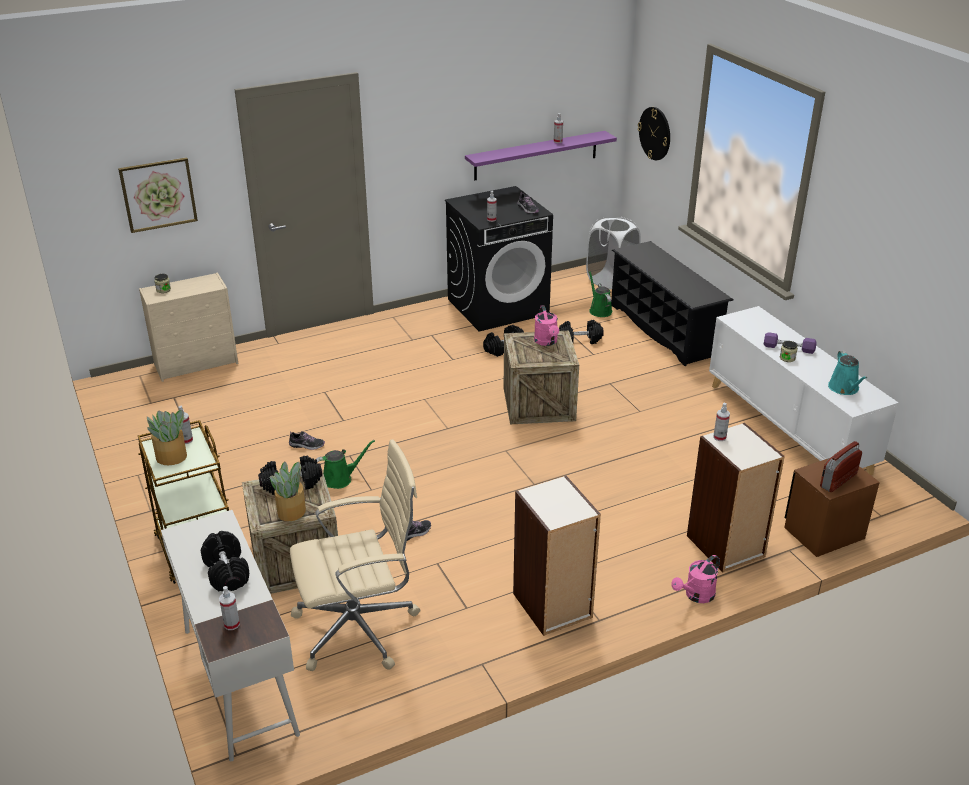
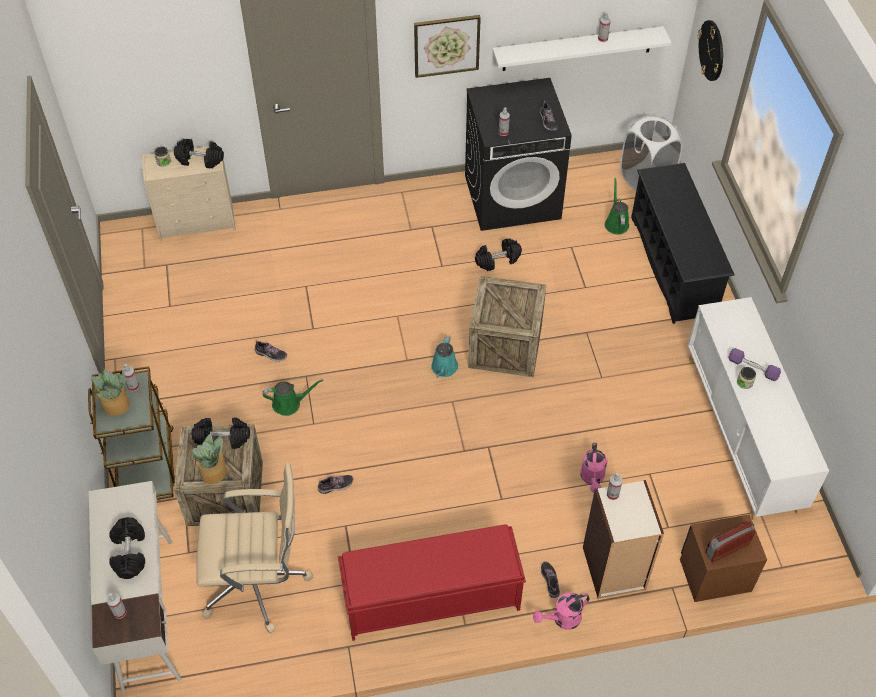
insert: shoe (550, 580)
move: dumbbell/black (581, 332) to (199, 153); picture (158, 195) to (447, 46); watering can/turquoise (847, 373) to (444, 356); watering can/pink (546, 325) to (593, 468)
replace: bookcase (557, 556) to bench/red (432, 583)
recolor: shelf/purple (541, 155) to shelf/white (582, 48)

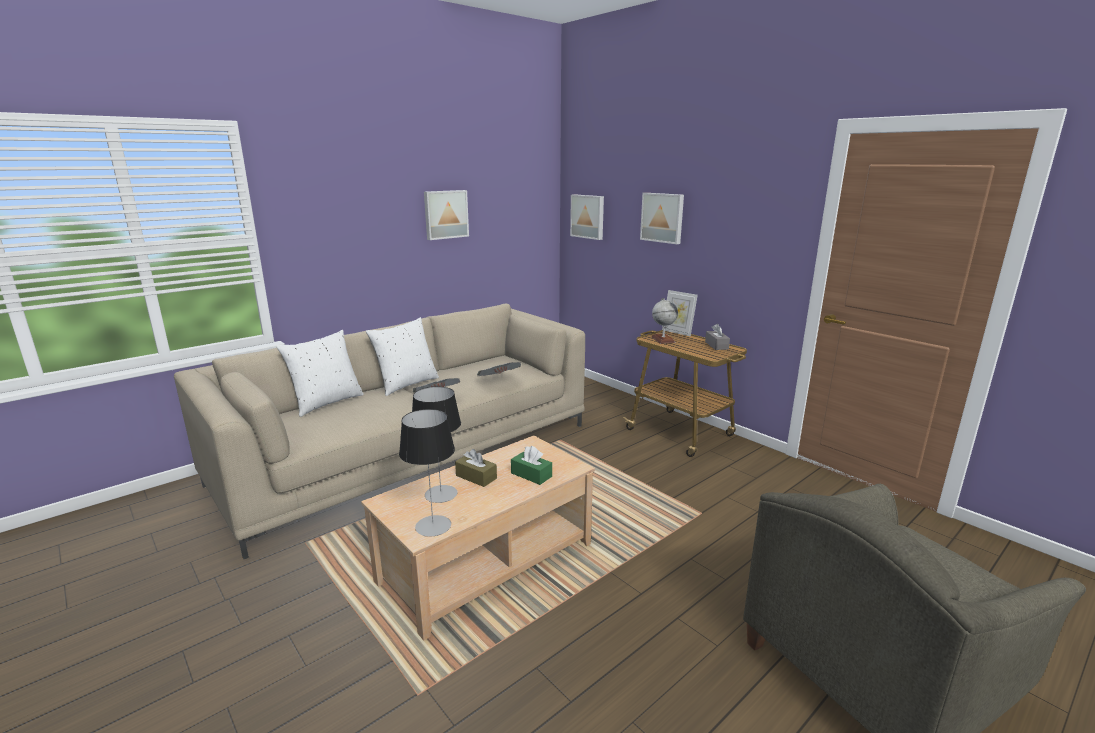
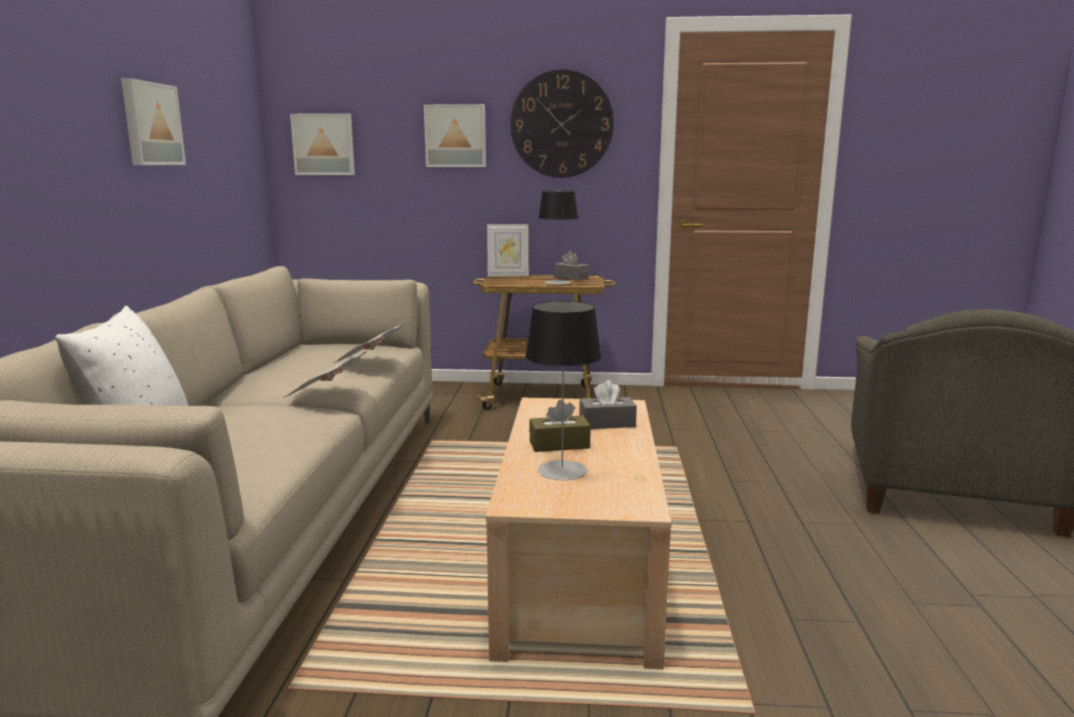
delete: pillow/white (402, 356); globe (665, 321)
insert: wall clock (562, 123)
move: table lamp (427, 472) to (558, 237)
recolor: tissue box/green (531, 465) to tissue box/grey (608, 404)

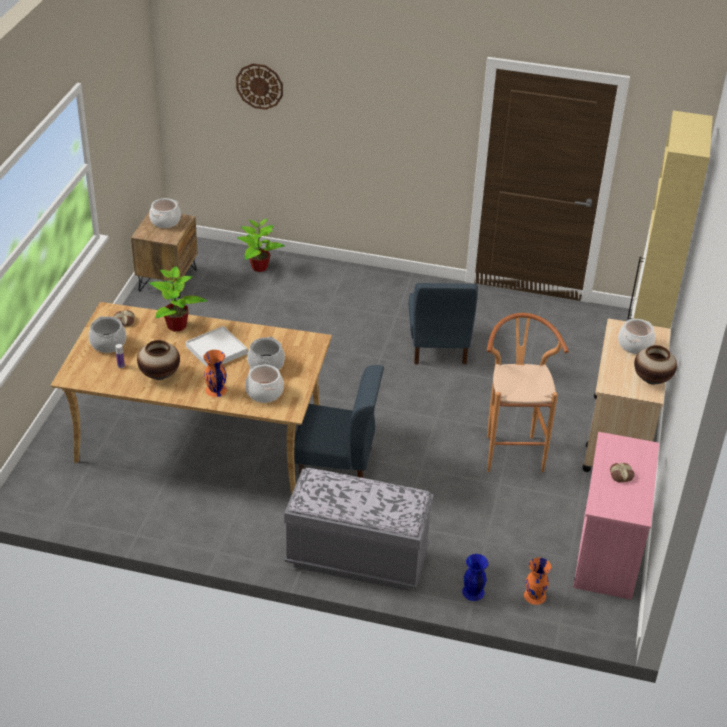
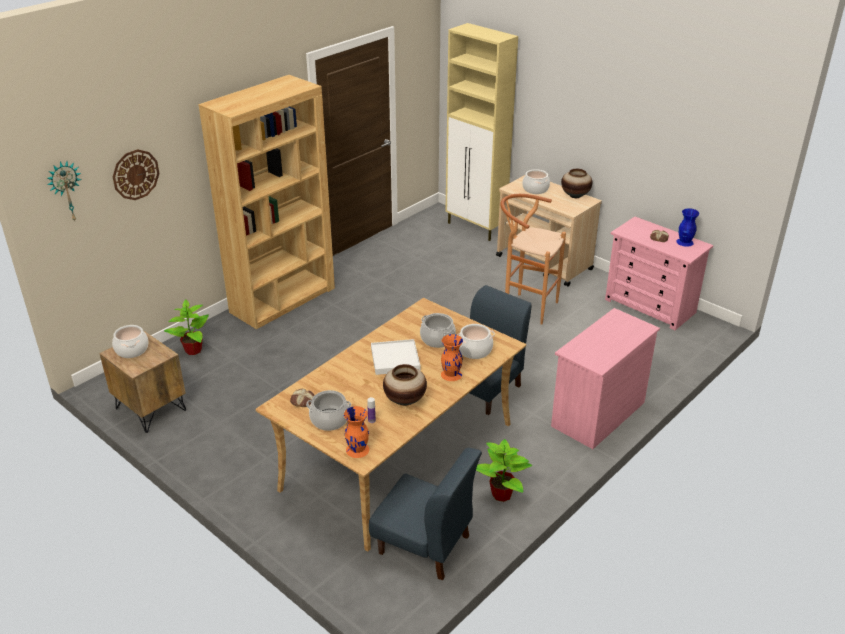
insert: wall clock (64, 191); bookcase/brown (266, 202)
move: vase/orange (537, 581) to (356, 432); chair/blue (443, 323) to (425, 514); potted plant (178, 299) to (504, 470); vase/blue (475, 577) to (687, 227)
replace: bench/grey (359, 529) to dresser/pink (605, 378)

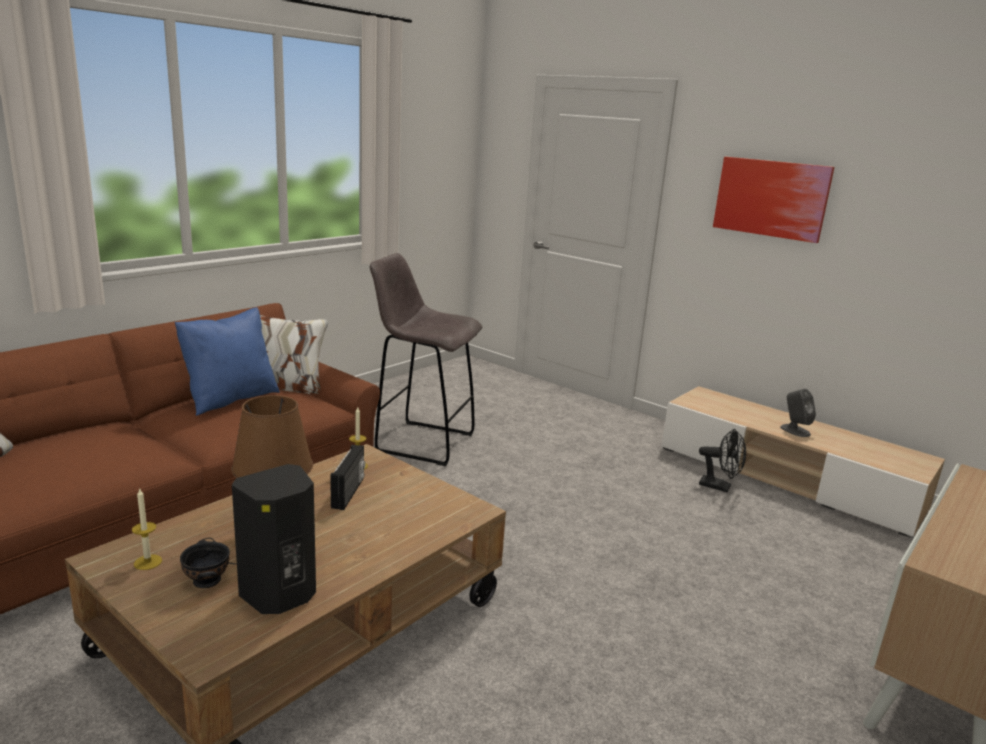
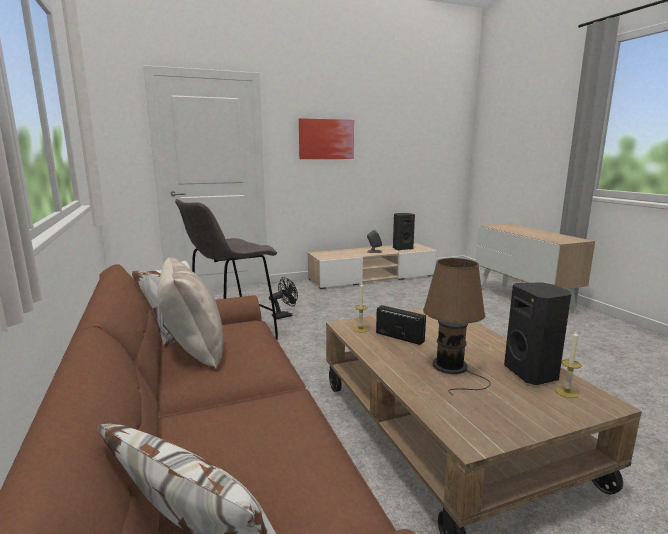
delete: bowl/black (205, 564)
insert: speaker/black (404, 231)
move: fan/black (722, 460) to (283, 298); candle (147, 529) to (568, 364)
recolor: pillow/blue (227, 361) to pillow/beige (191, 313)

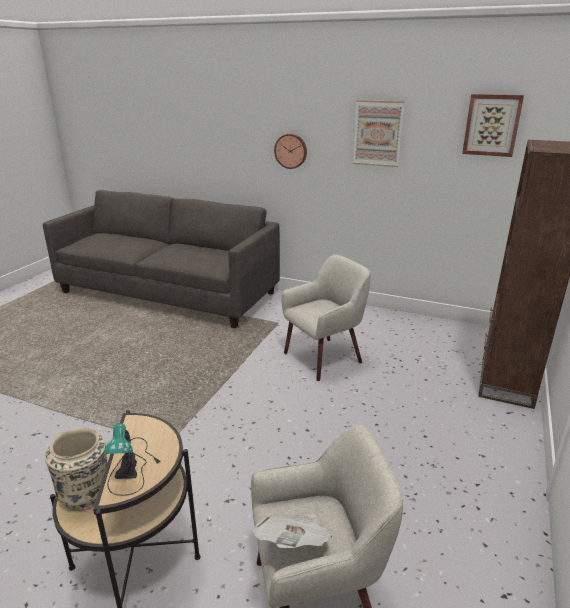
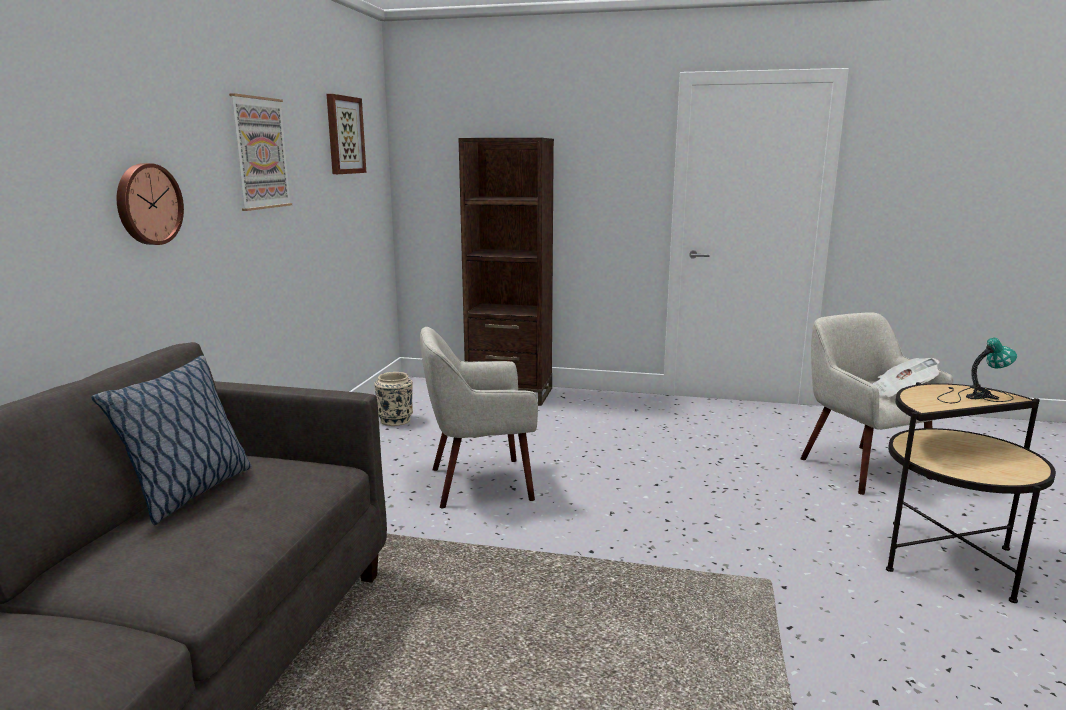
insert: pillow (171, 440)
move: vase/beige (76, 469) to (393, 399)
rotate: armchair/beige (326, 318) = (479, 417) 60 degrees counterclockwise

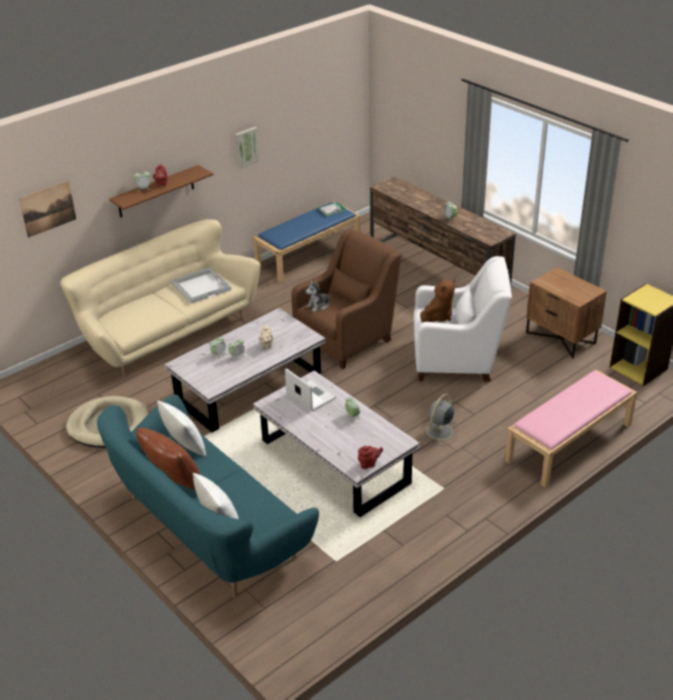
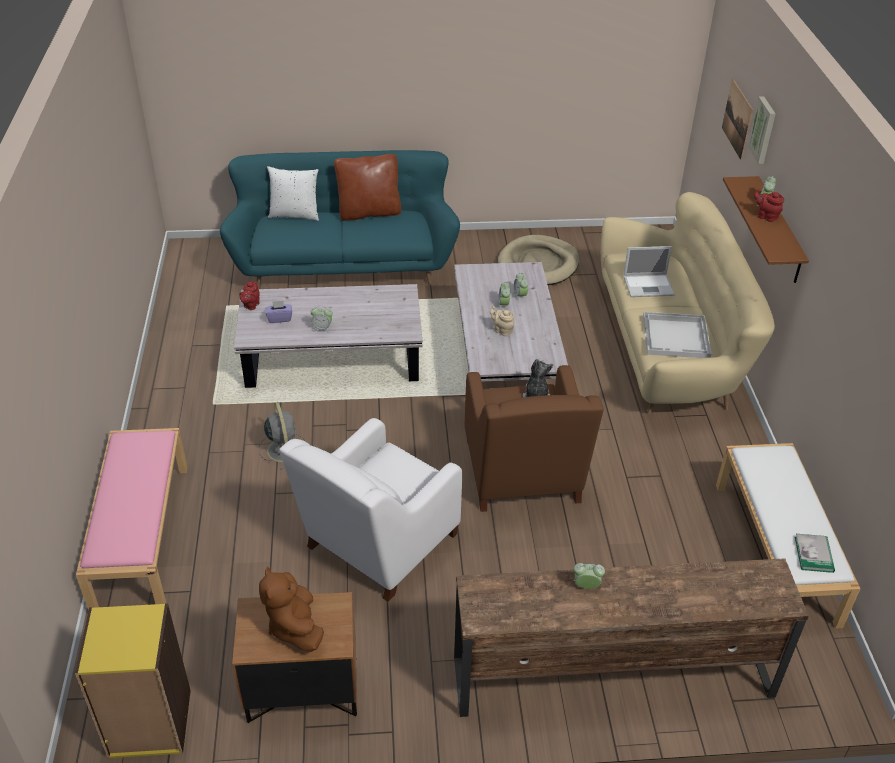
delete: pillow/white (181, 428)
insert: tissue box/purple (279, 312)
move: plush toy/brown (437, 300) to (291, 609); laptop (310, 389) to (649, 271); picture (247, 148) to (762, 130)
recolor: bench/blue (307, 242) to bench/white (788, 536)

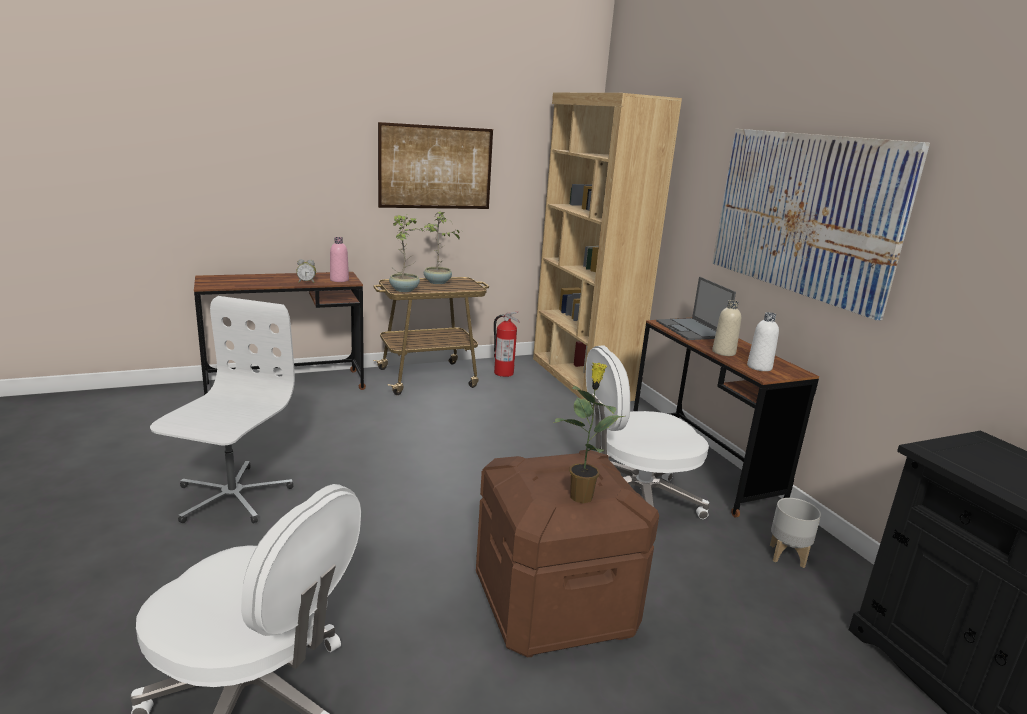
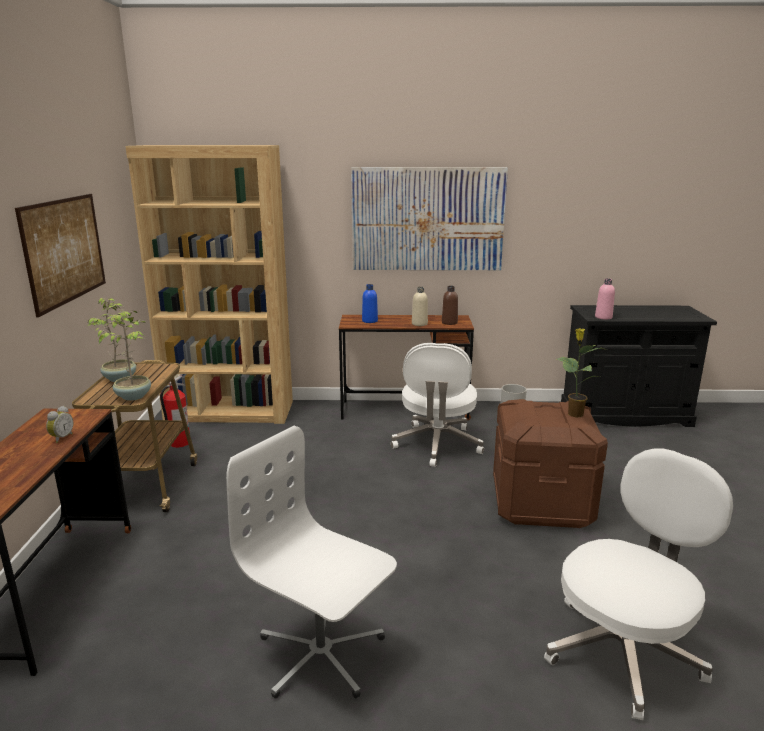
move: bottle/pink (339, 259) to (605, 299)
replace: laptop (696, 308) to bottle/blue (370, 303)
recolor: bottle/white (763, 341) to bottle/brown (450, 305)

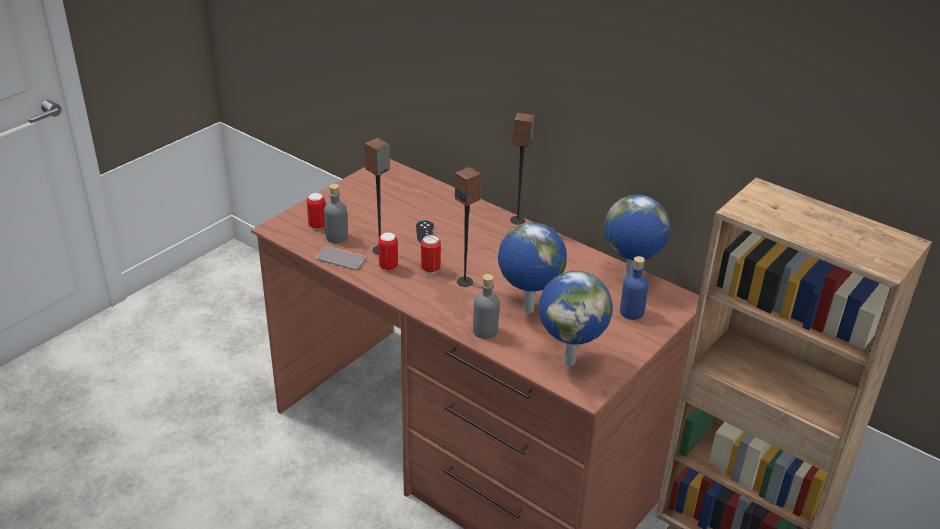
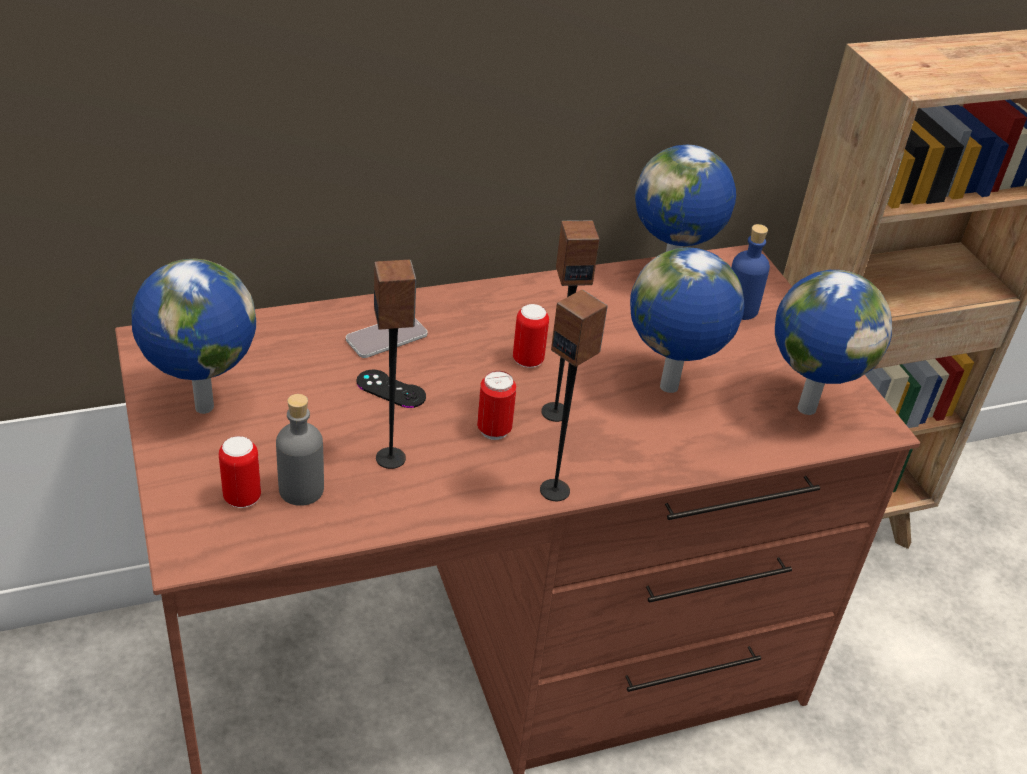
delete: bottle/grey (486, 306)
insert: globe (194, 336)
move: phone (340, 258) to (387, 338); can (388, 251) to (531, 336); speaker (522, 169) to (574, 395)

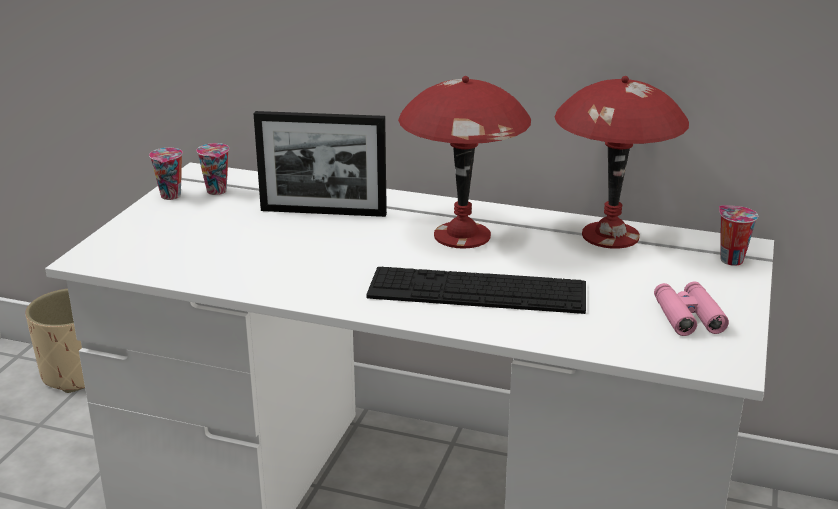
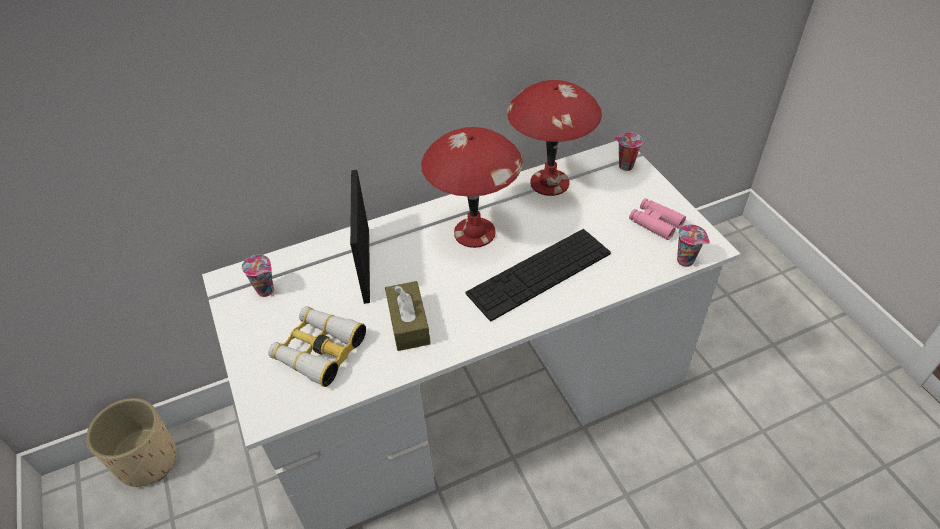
insert: binoculars (317, 346); tissue box/brown (408, 316)
move: cup (166, 174) to (693, 245)
rotate: picture frame (320, 164) = (360, 237) 120 degrees clockwise

